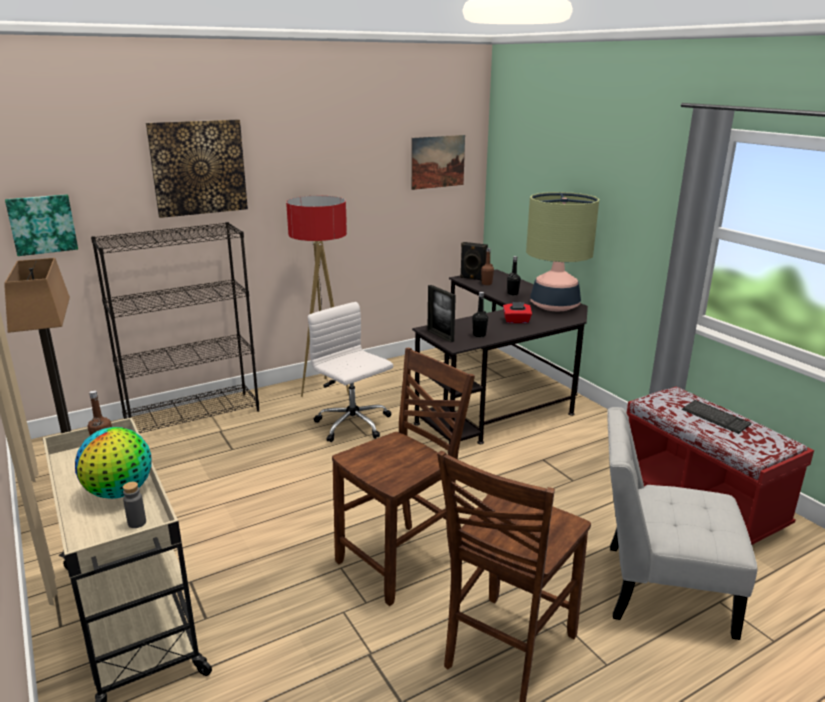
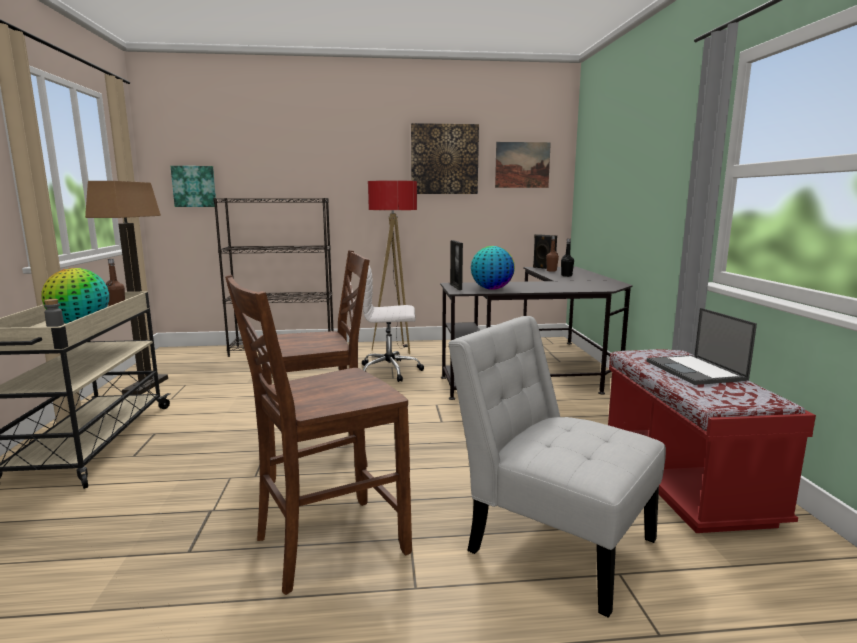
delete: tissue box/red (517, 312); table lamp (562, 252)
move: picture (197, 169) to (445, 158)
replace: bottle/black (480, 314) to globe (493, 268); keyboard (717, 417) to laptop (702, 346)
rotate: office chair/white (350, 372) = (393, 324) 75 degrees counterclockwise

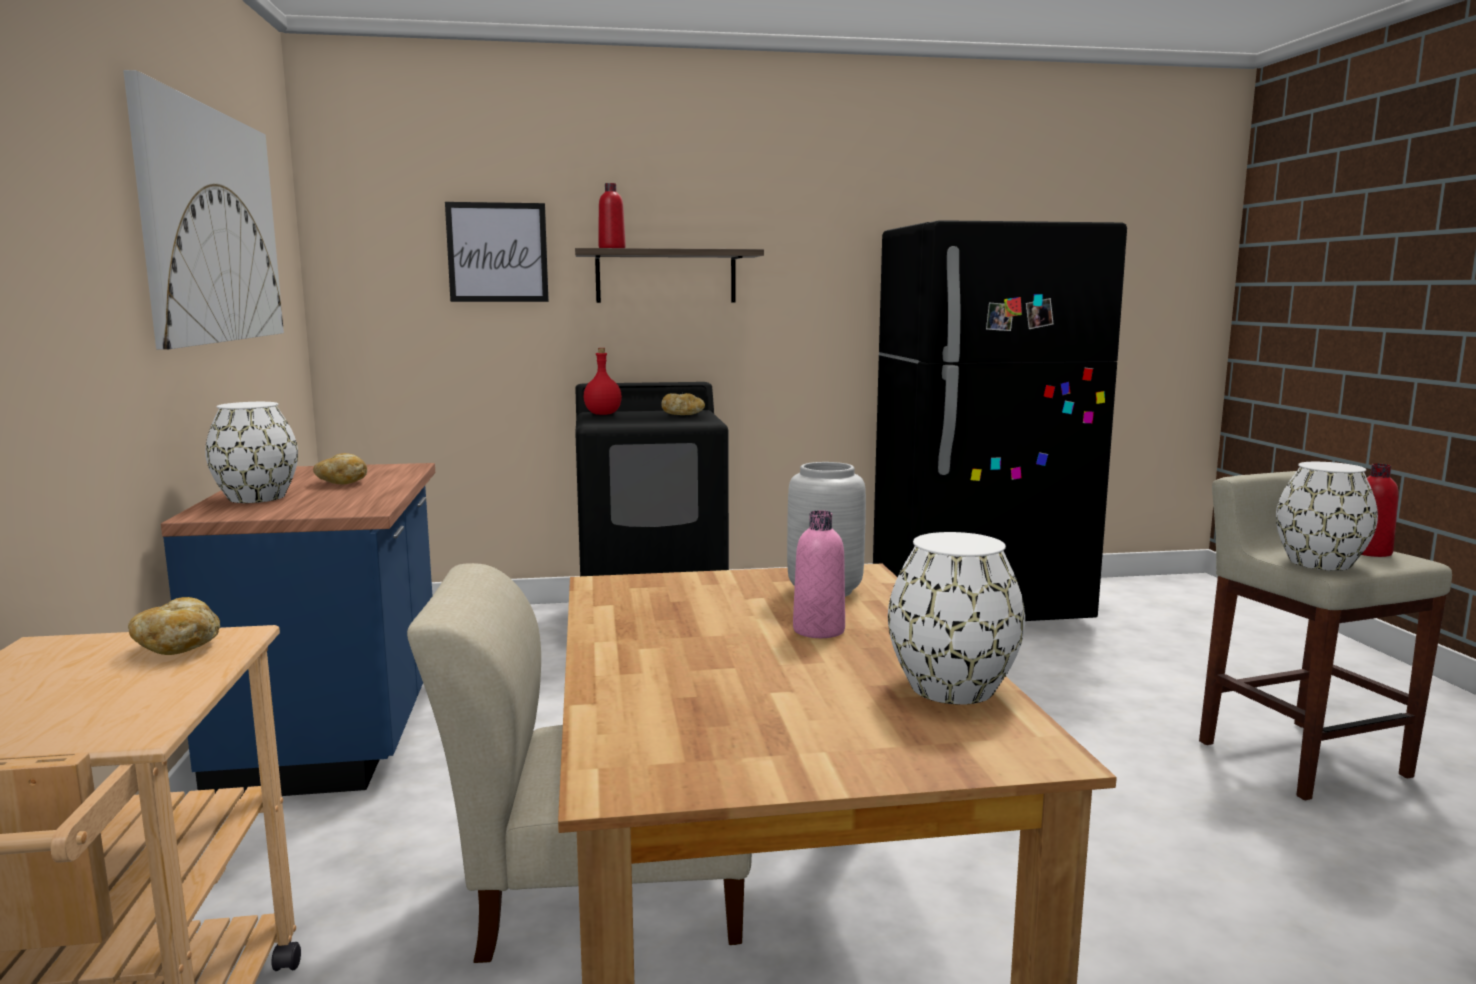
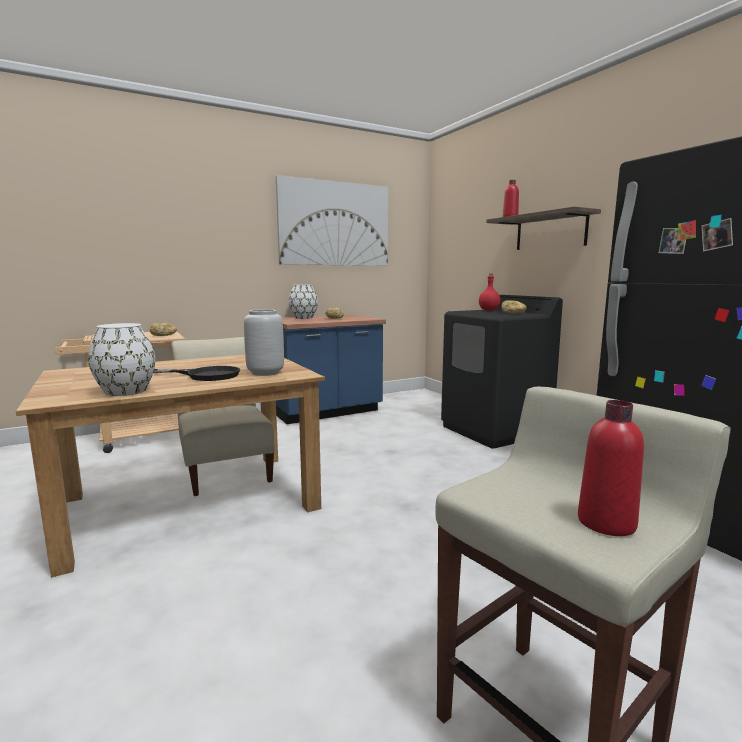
delete: picture (497, 252); vase/white (1327, 516)
replace: bottle/pink (819, 574) to frying pan/black (196, 373)

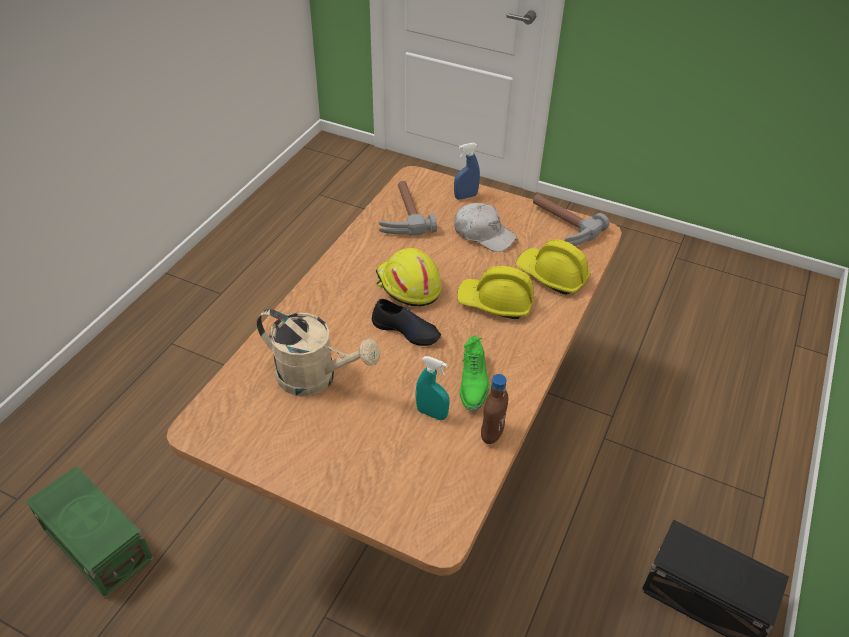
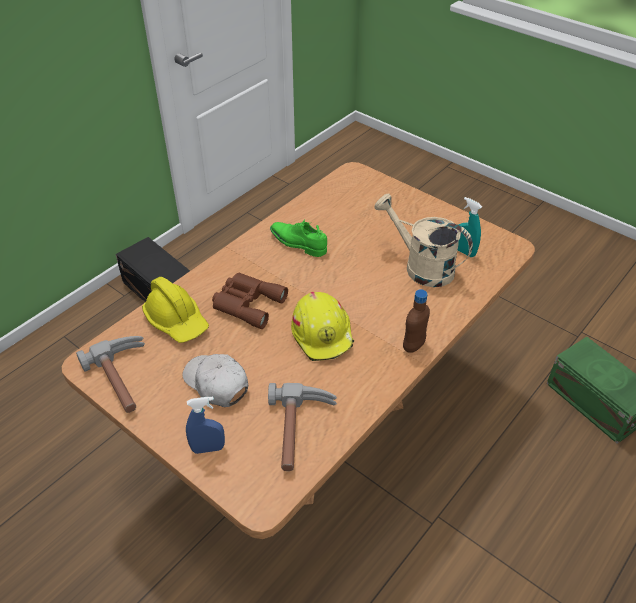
delete: shoe/black (406, 322)
move: bottle/brown (494, 409) to (416, 321); spray bottle/turquoise (432, 388) to (470, 227)
replace: hard hat/yellow (495, 292) to binoculars/brown (250, 301)
rotate: shoe/green (475, 373) = (298, 238) 75 degrees counterclockwise

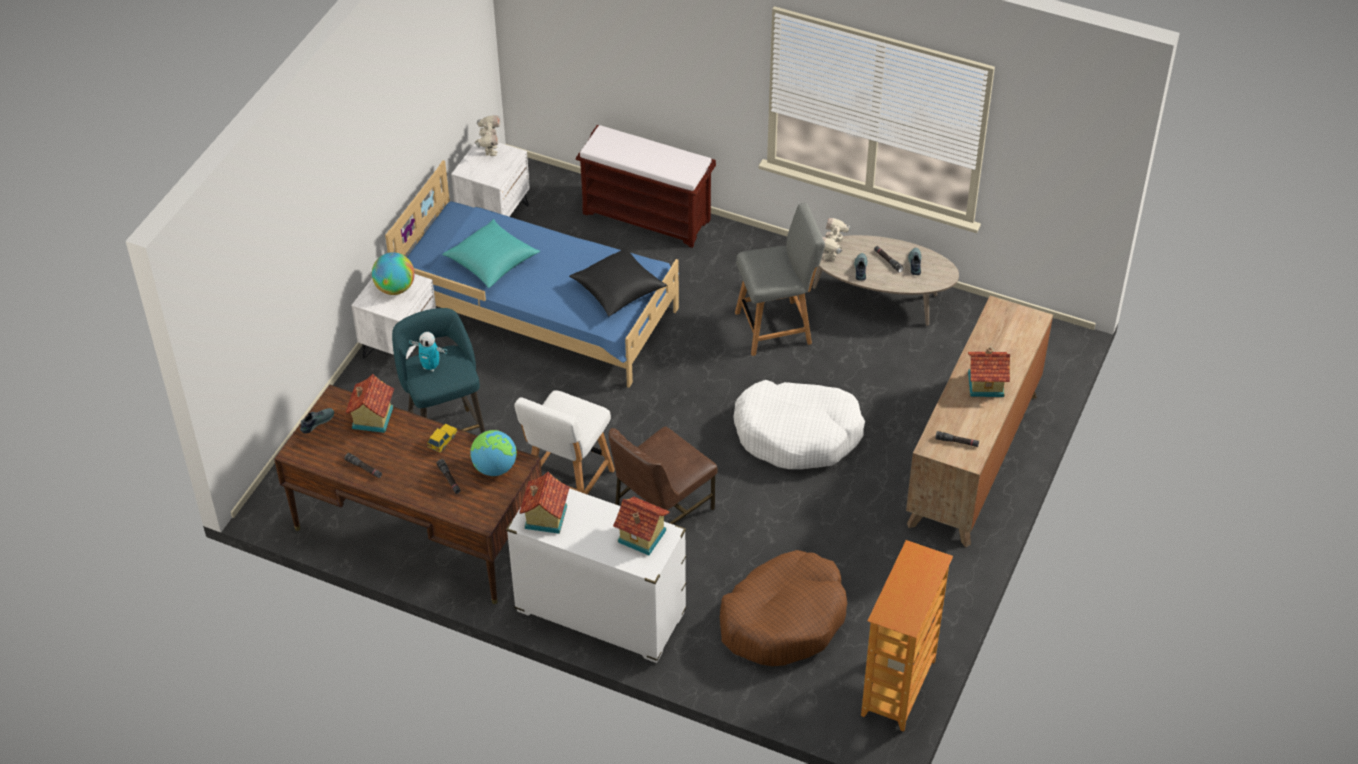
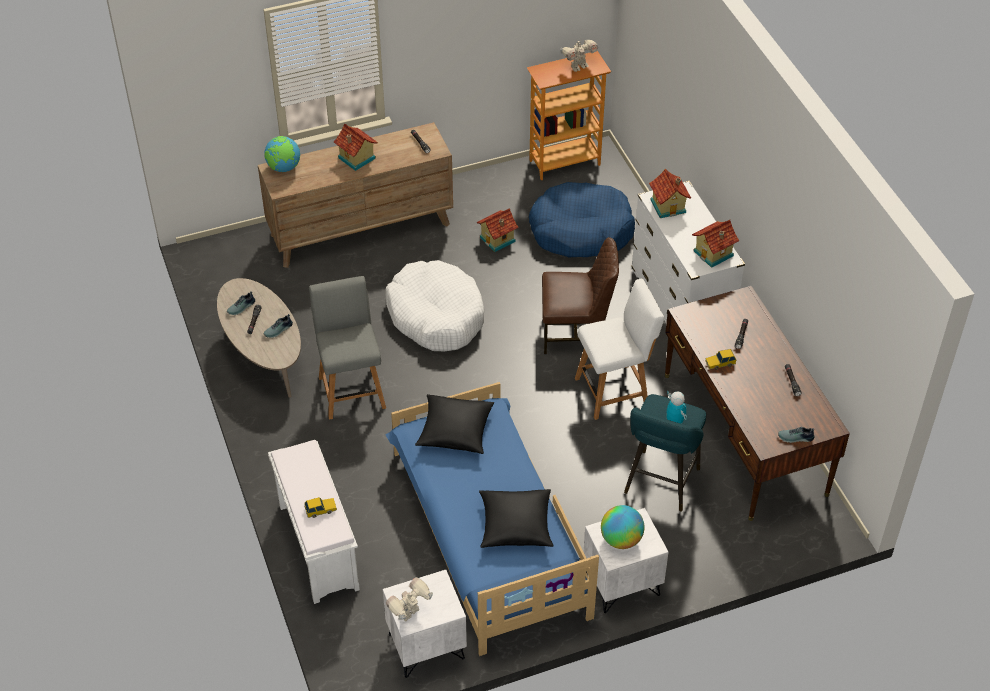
insert: toy car (320, 507)
move: globe (493, 453) to (282, 154); toy house (369, 403) to (498, 230); toy robot (836, 239) to (579, 55)
recolor: bench/brown (646, 186) to bench/white (314, 522); pillow/turquoise (491, 253) to pillow/black (516, 518); dog bed/brown (783, 608) to dog bed/blue (582, 219)
rotate: chair/grey (780, 279) = (347, 348) 45 degrees clockwise

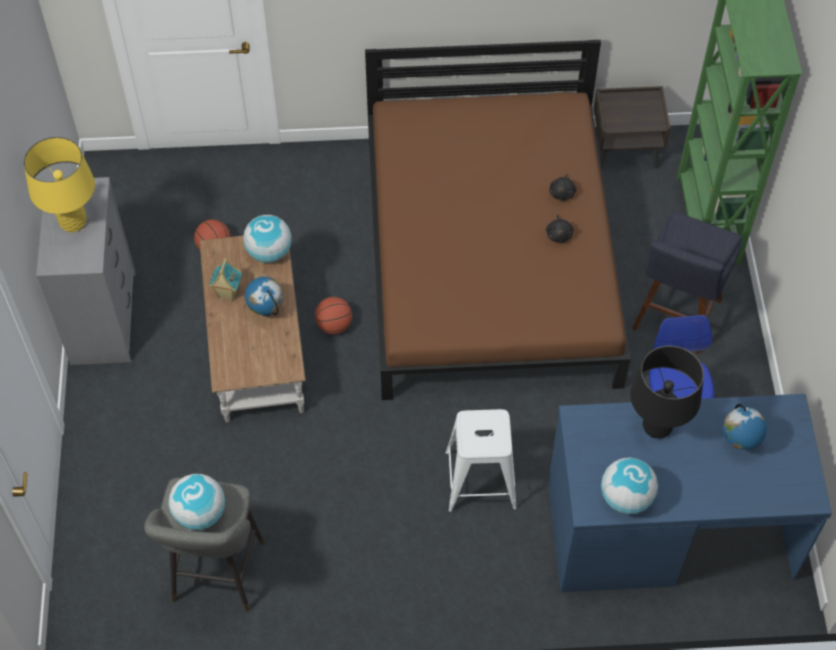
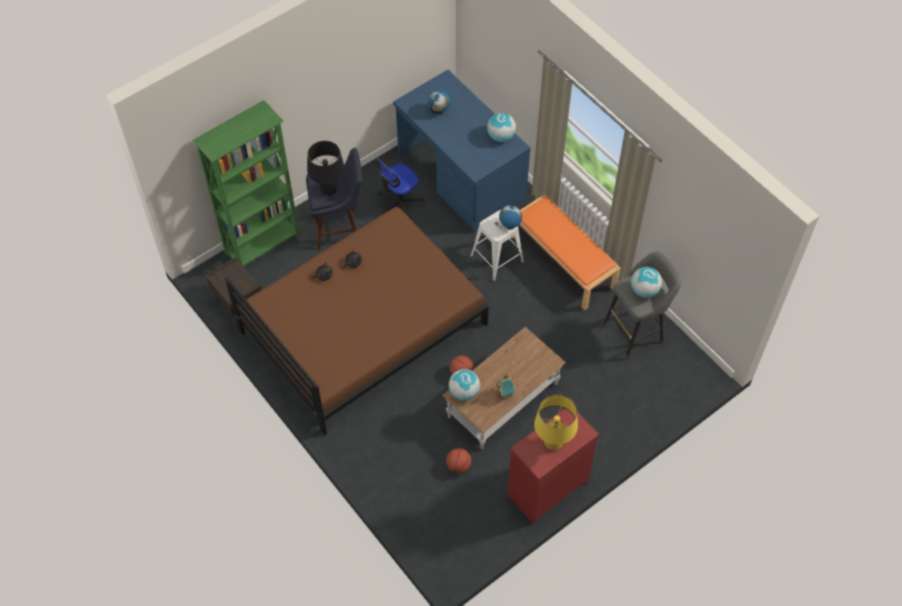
insert: bench/orange (566, 252)
move: table lamp/black (667, 392) to (326, 168); globe (264, 296) to (510, 217)
recolor: dresser/grey (86, 271) to dresser/red (553, 466)

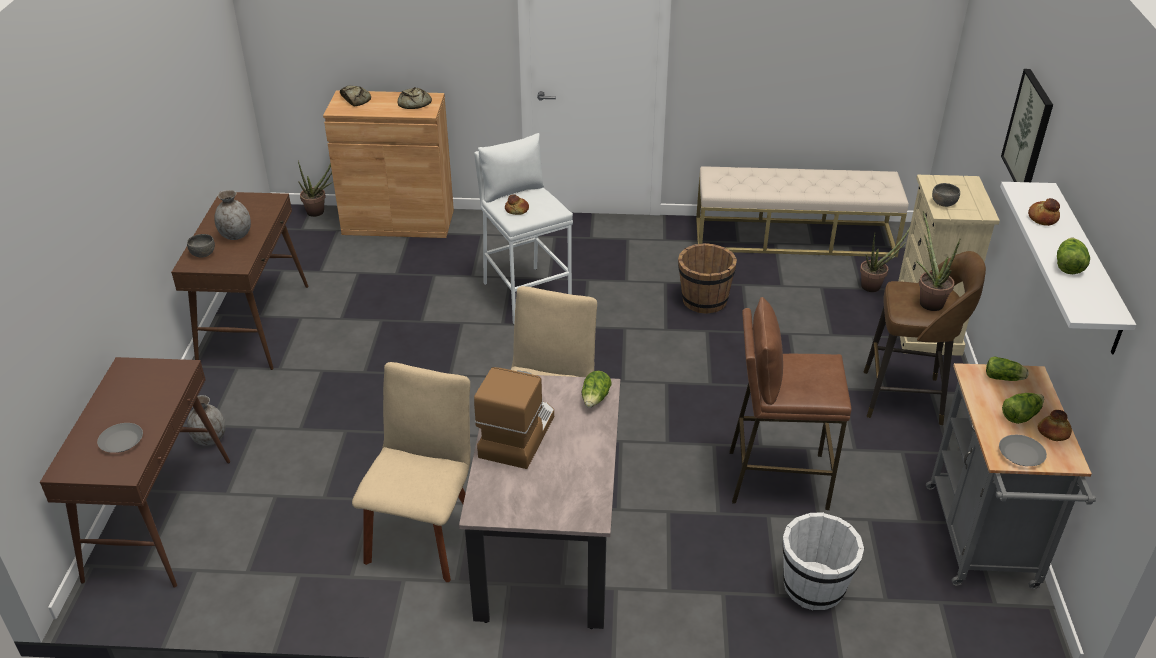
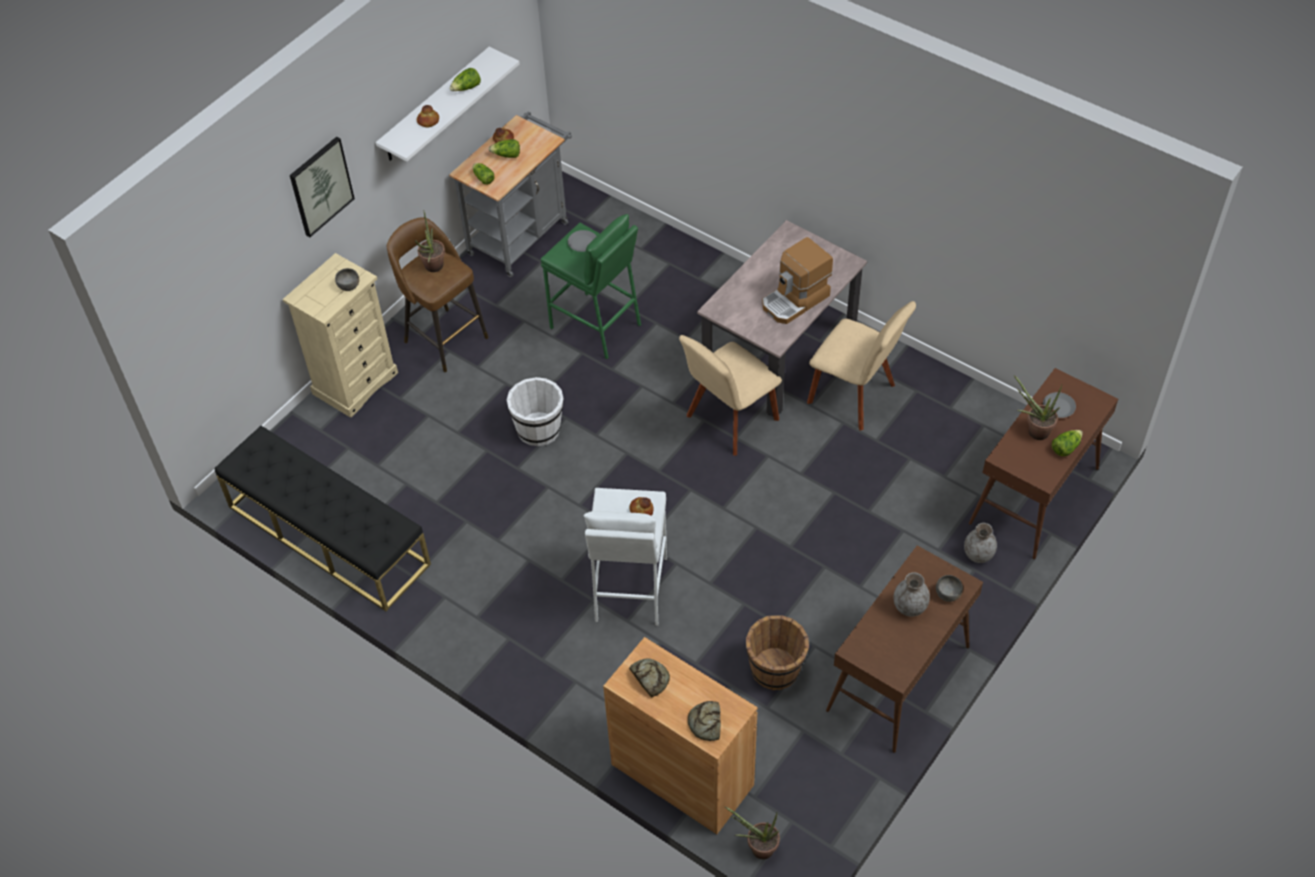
move: bucket/white (823, 561) to (535, 411); plate/grey (1023, 450) to (582, 241); bucket/brown (707, 278) to (777, 652); potted plant (885, 260) to (1038, 407); lettuce (597, 389) to (1067, 443)
recolor: bench/beige (802, 211) to bench/black (322, 518); stool/brown (790, 403) to stool/green (591, 286)
rotate: chair/beige (411, 472) = (861, 366) 105 degrees counterclockwise

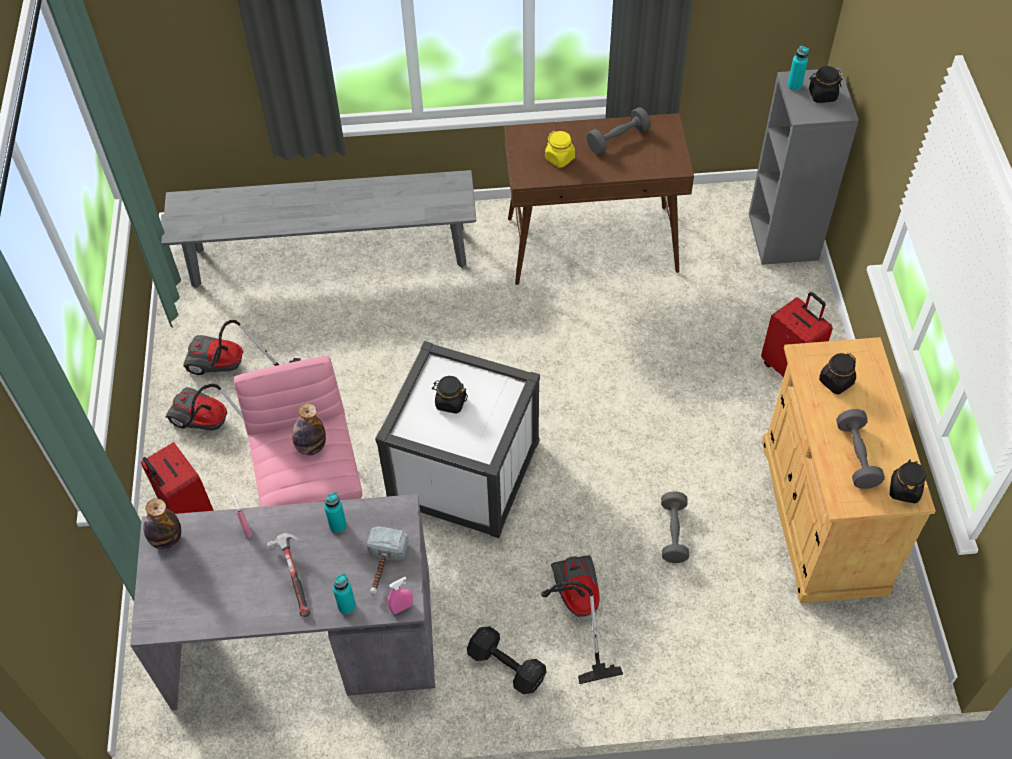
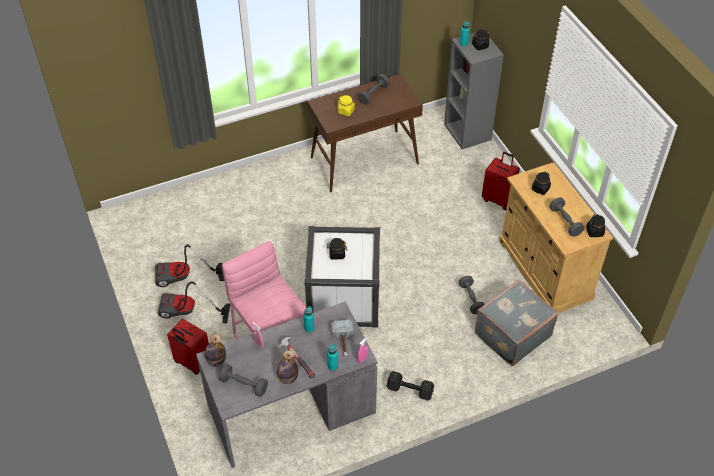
delete: bench/grey (318, 229); vacuum cleaner (582, 620)
insert: dumbbell/grey (243, 380); suitcase/grey (517, 323)
move: bottle (309, 429) to (287, 367)

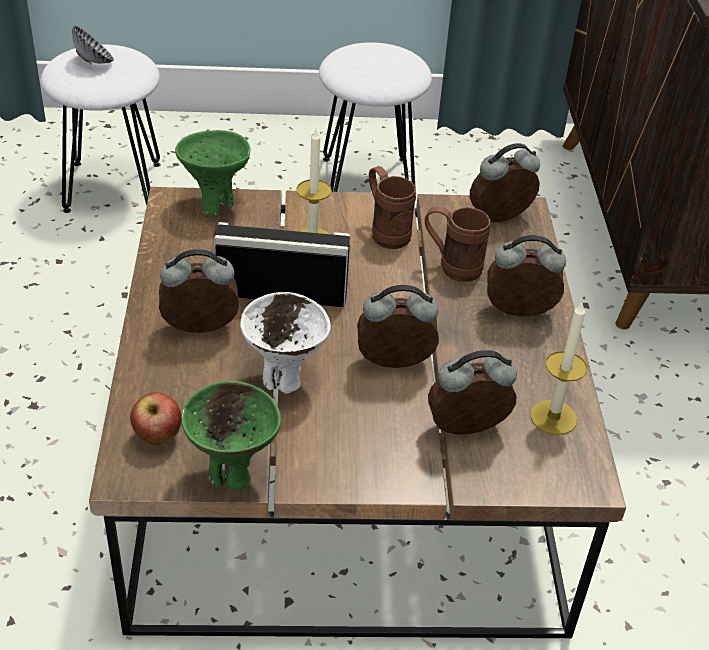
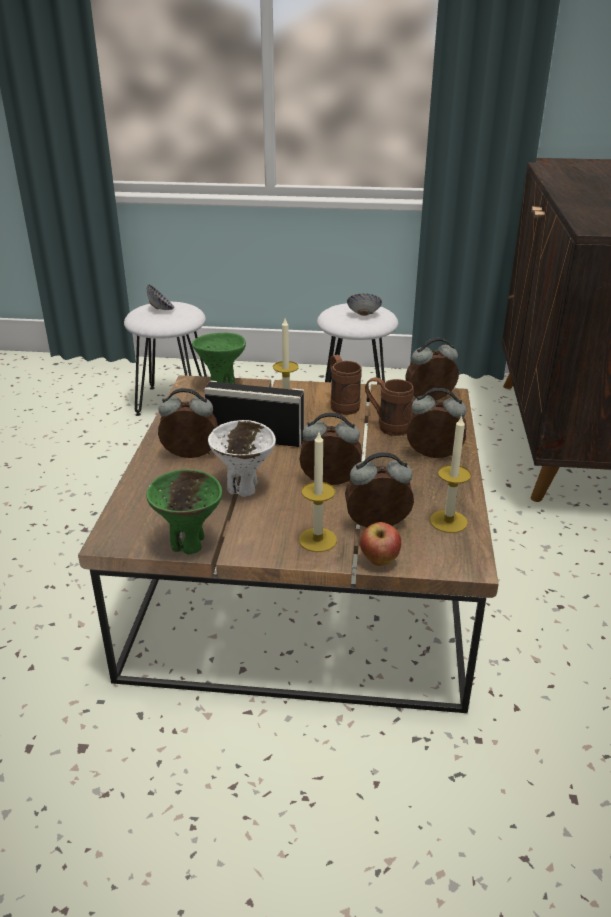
insert: candle (318, 492); bowl (364, 304)
move: apple (156, 418) to (380, 544)

